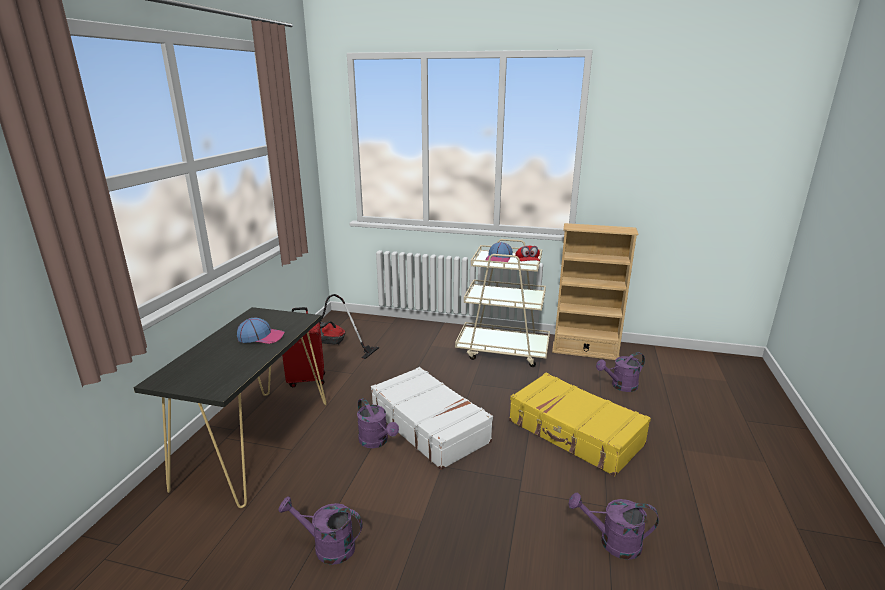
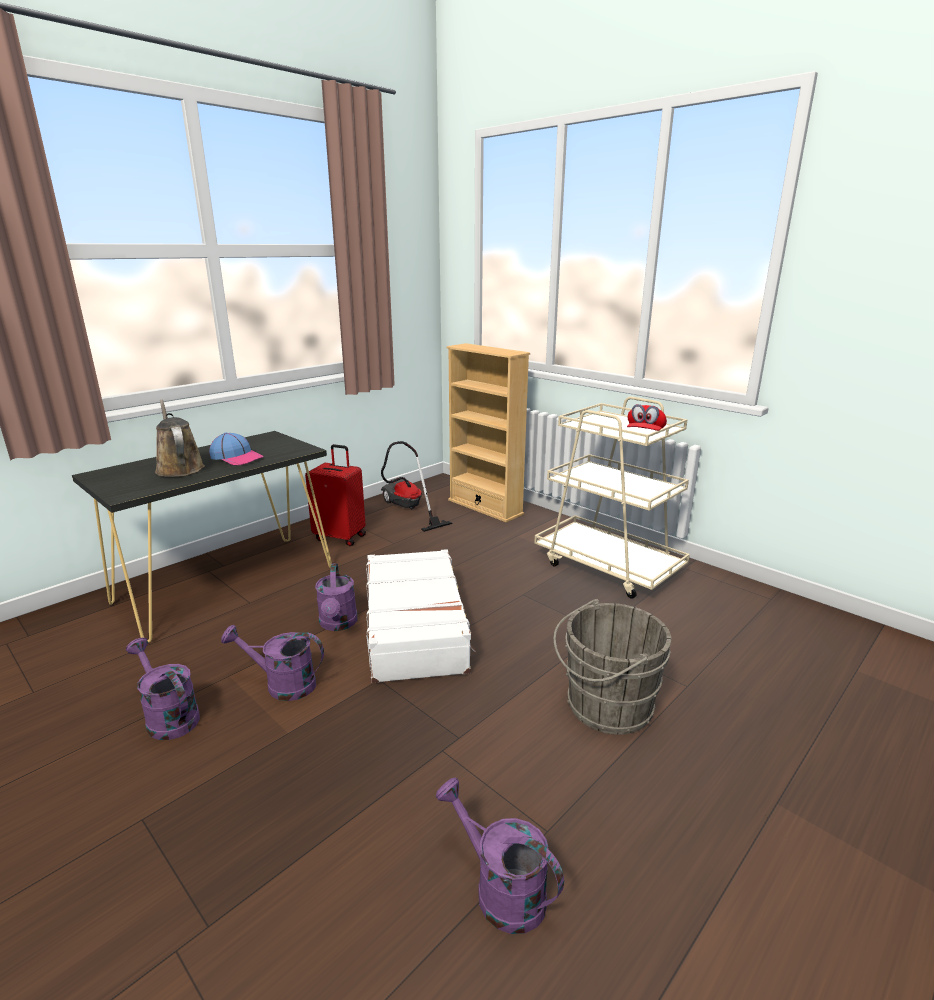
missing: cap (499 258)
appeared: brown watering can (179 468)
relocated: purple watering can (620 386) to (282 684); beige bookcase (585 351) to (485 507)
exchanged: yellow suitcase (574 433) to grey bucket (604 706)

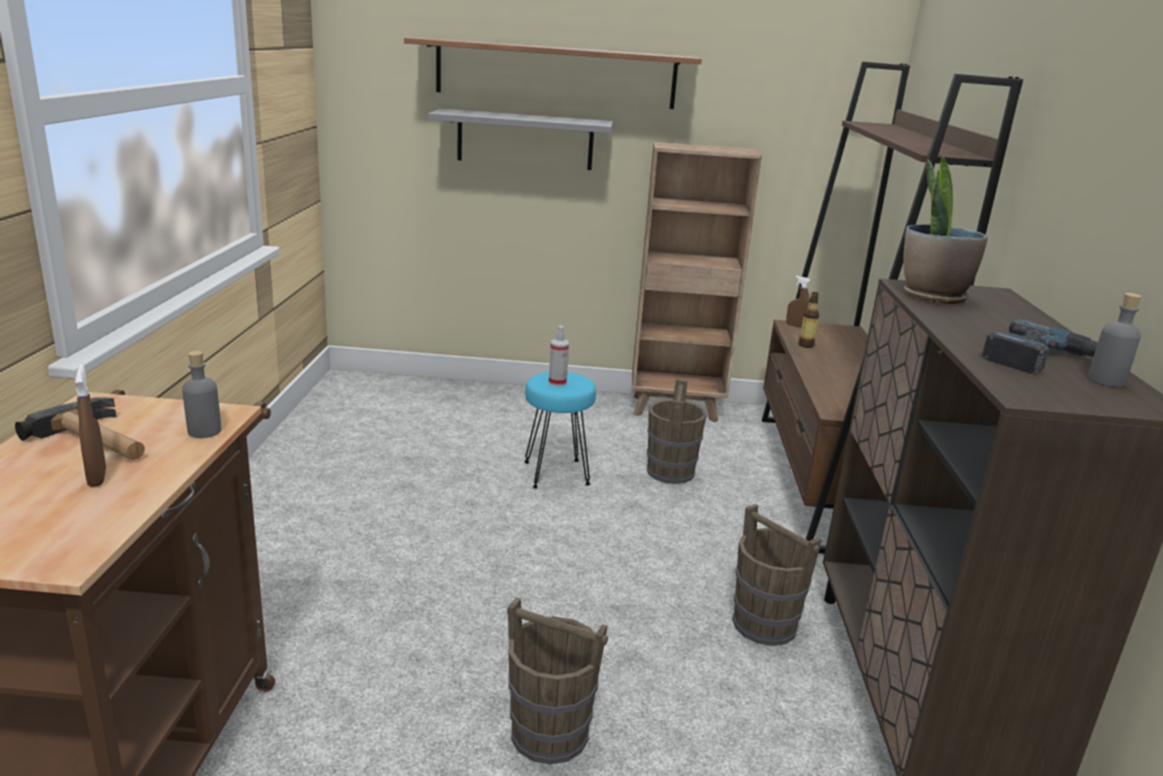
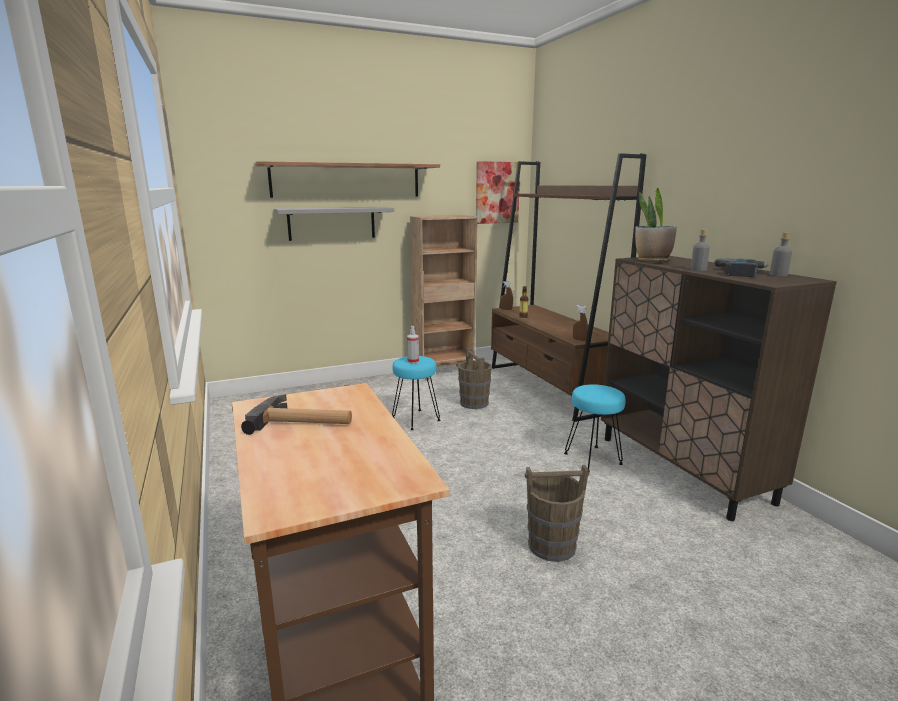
appeared: picture (497 193)
relocated: brown spray bottle (97 477) to (579 340); grey bottle (204 431) to (698 269)
exchanged: brown bucket (765 625) to turquoise stool (592 459)

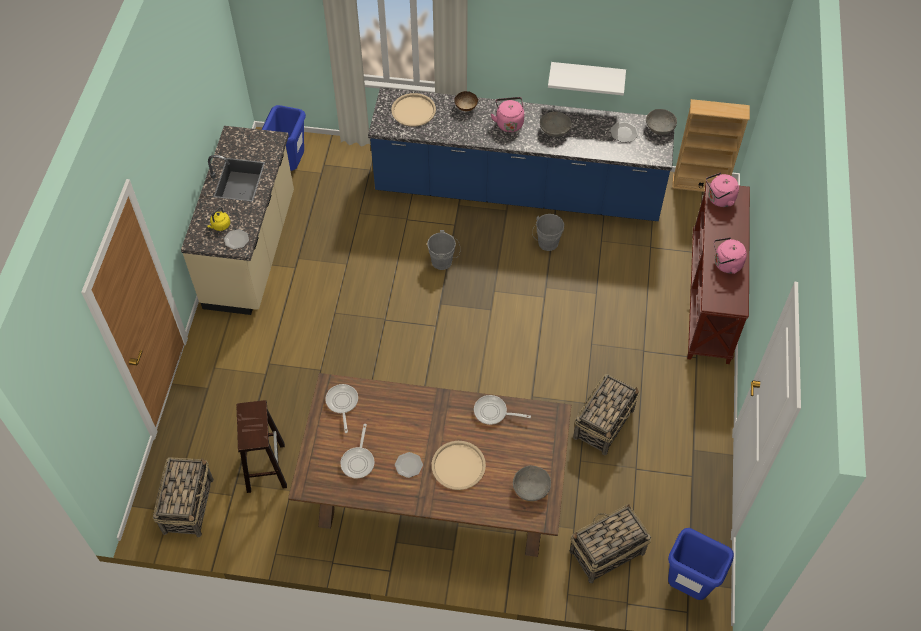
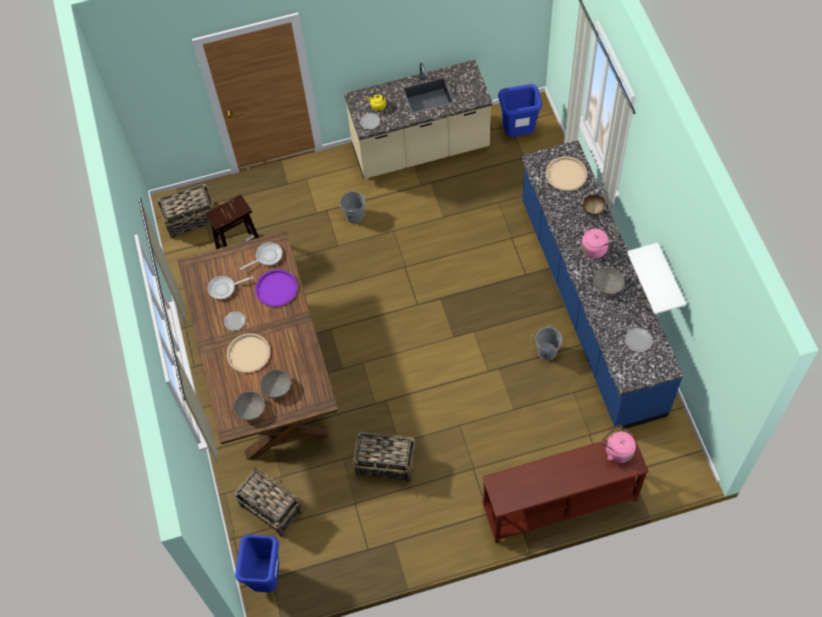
missing: frying pan (493 412); beige bookcase (699 184); pink kettle (726 264)
appeared: purple tray (276 288)
relocated: grey bowl (660 128) to (277 388); grey bucket (444 262) to (355 217)

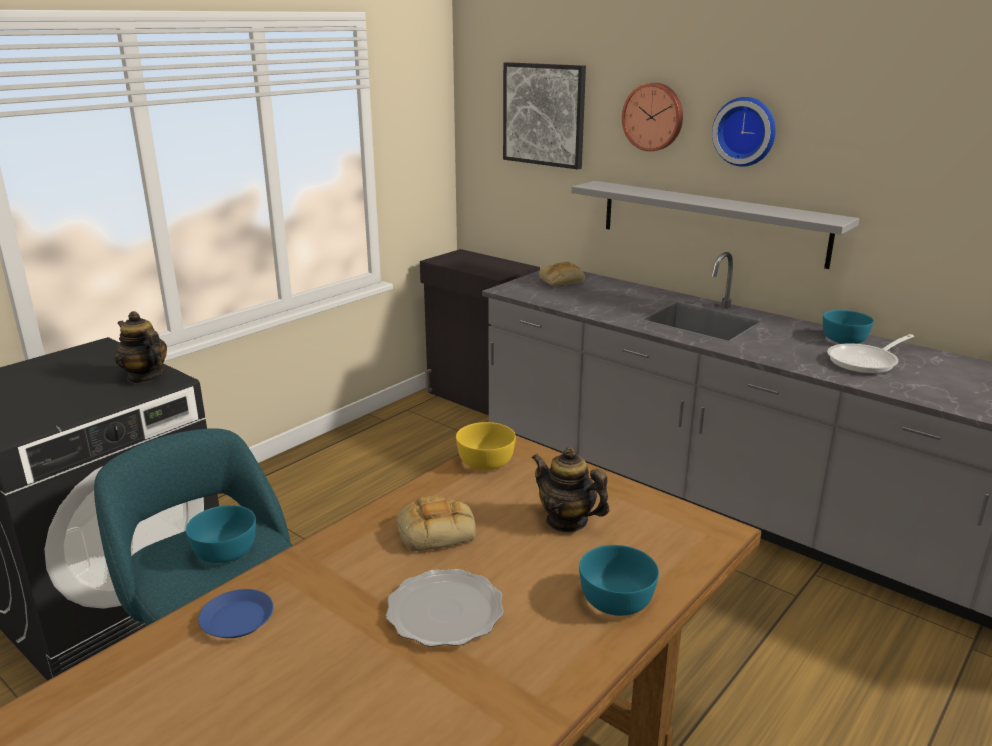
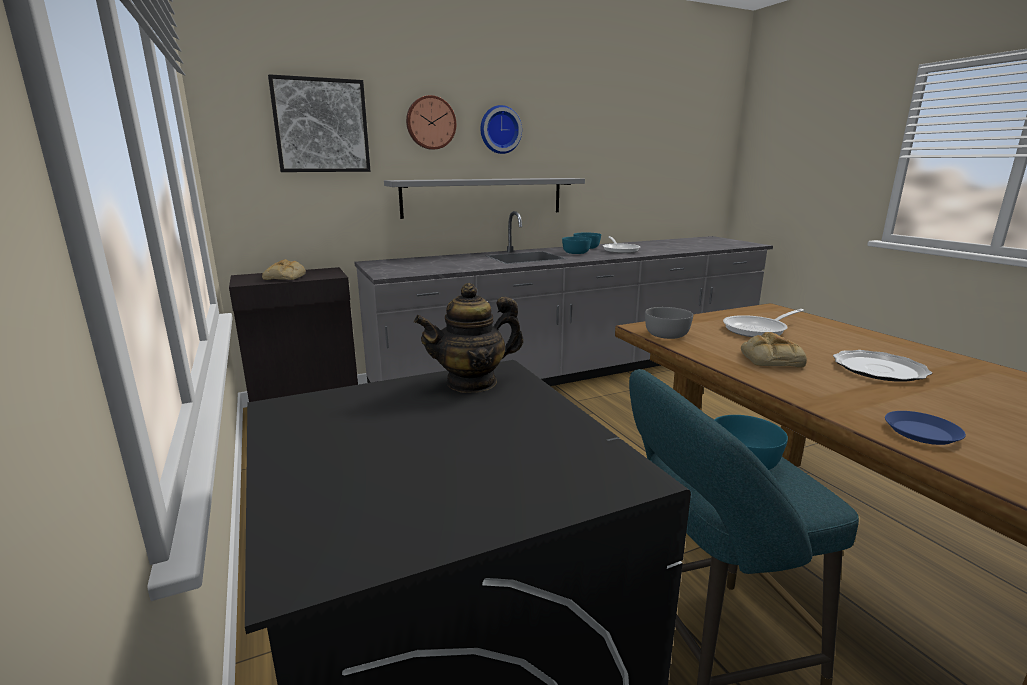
relocated: bread (561 280) to (285 277); turquoise bowl (617 598) to (576 252)
exchanged: teapot (567 521) to frying pan (758 330)
colour: yellow bowl (485 461) to grey bowl (666 335)

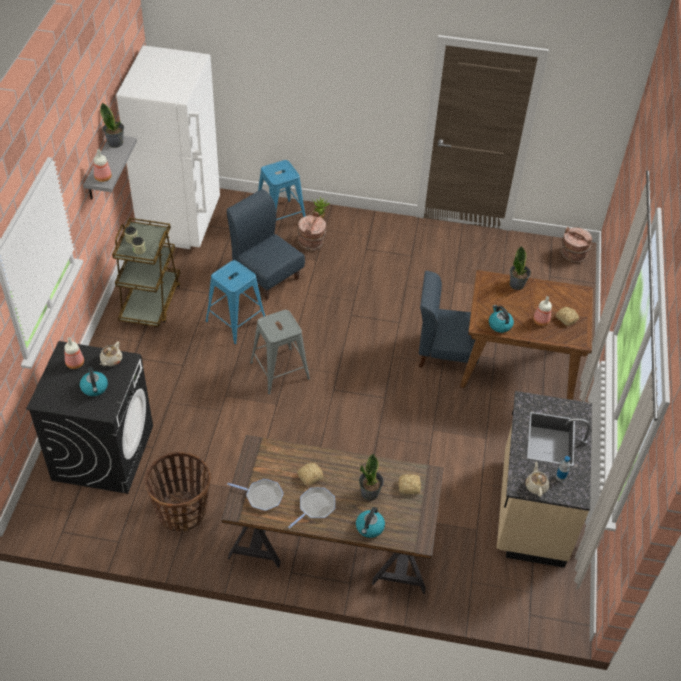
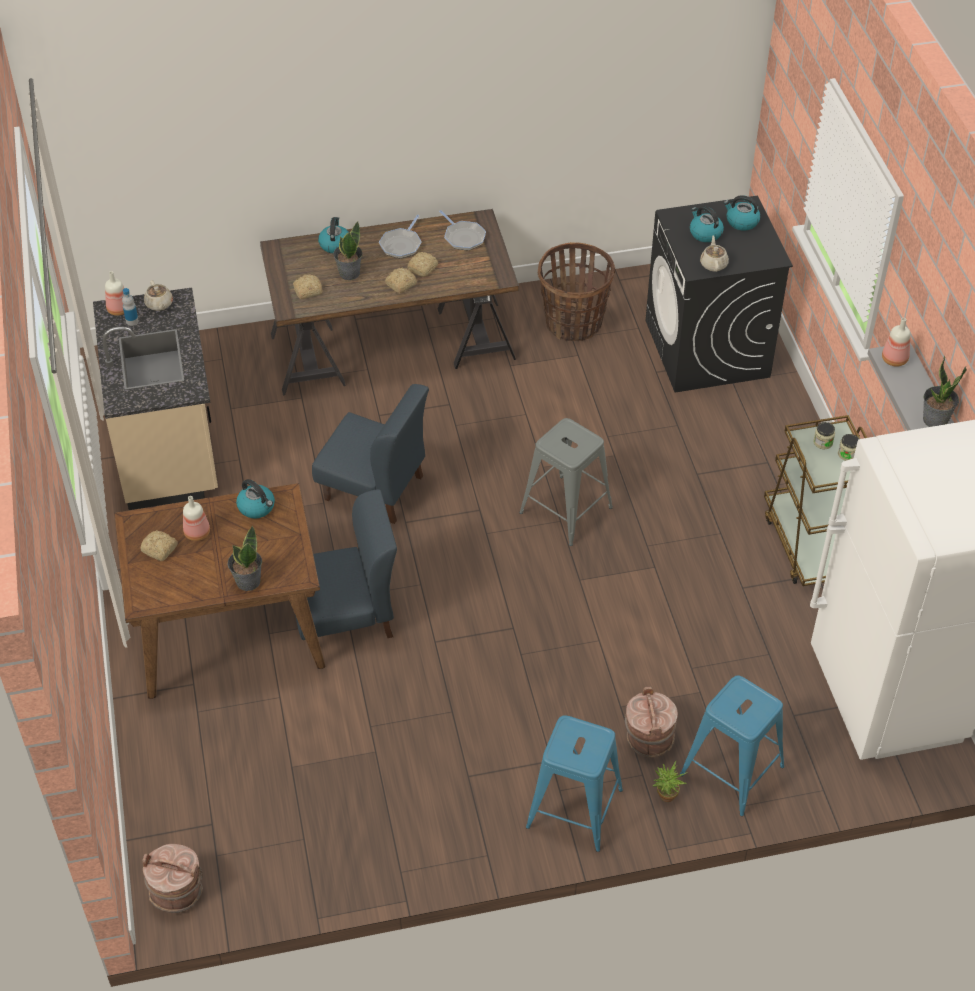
appeared: bread (400 285); kettle (741 222)
relocated: bottle (74 363) to (119 309); blue chair (266 275) to (374 488); blue stool (236 321) to (574 808)
spun: frying pan (262 496) = (463 237) 120 degrees counterclockwise

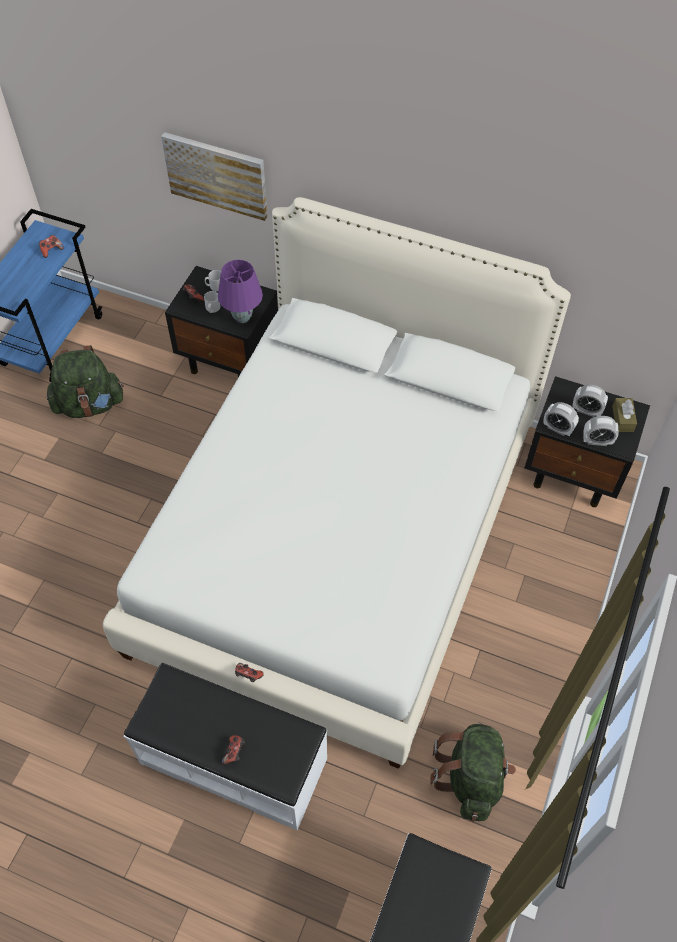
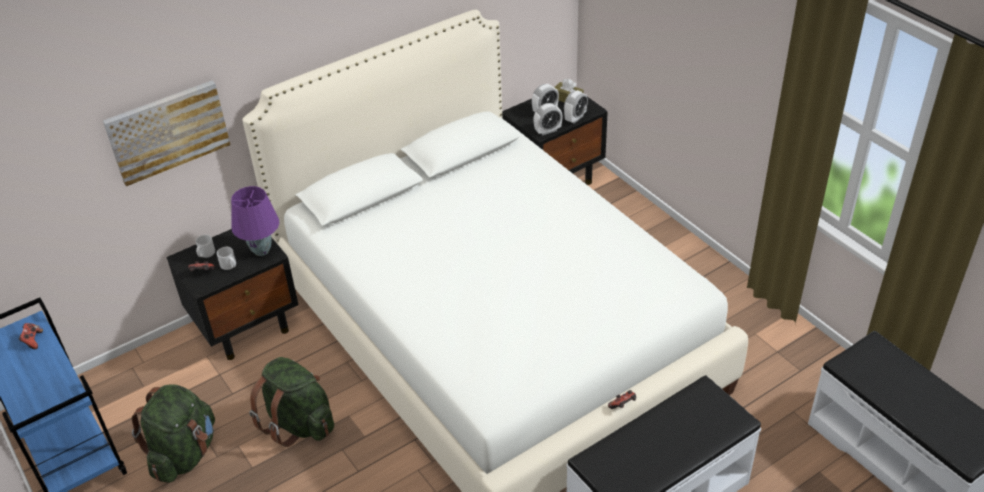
missing: game controller (234 752)
relocated: green backpack (471 778) to (298 423)

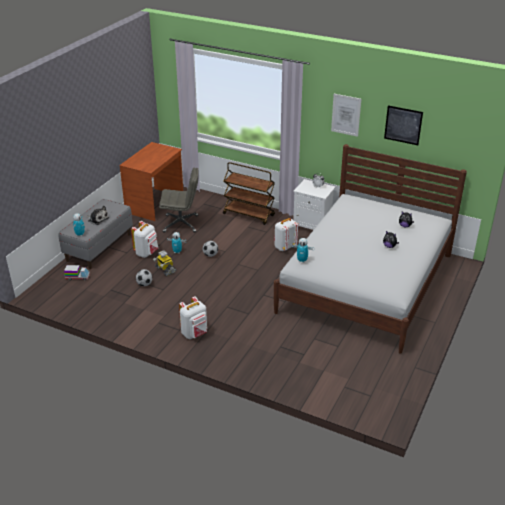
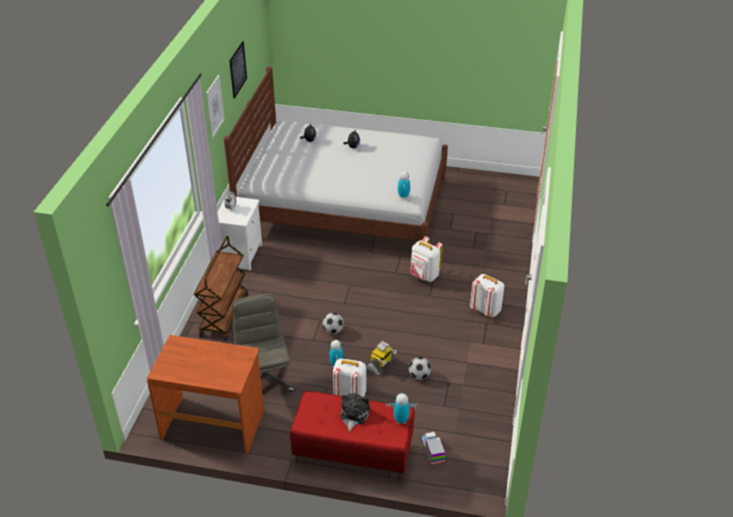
relocated: white backpack (284 247) to (424 276)
colour: grey bench (99 247) to red bench (353 453)

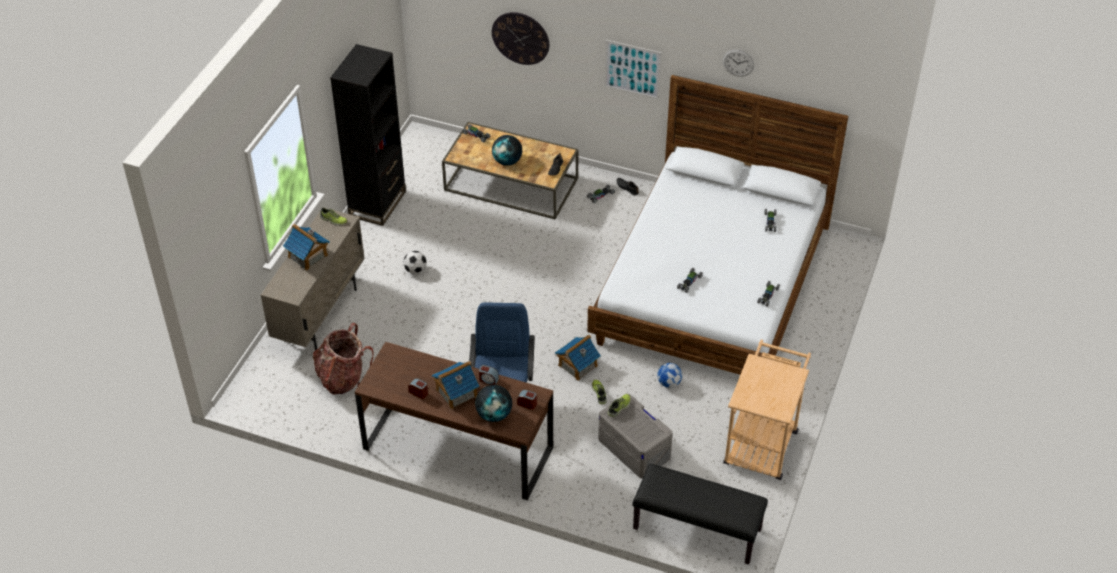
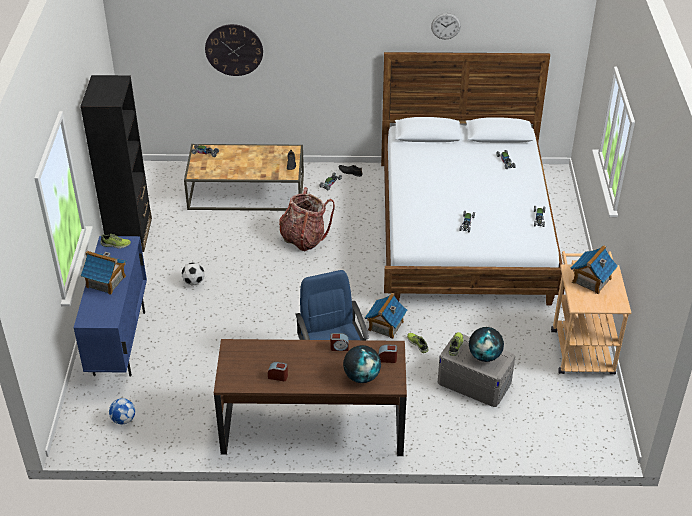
missing: picture (632 69); black bench (696 529)
relocated: football (669 383) to (123 419); backpack (343 378) to (304 238); globe (507 161) to (485 356); toy house (456 393) to (591 280)
colour: beige cabinet (320 314) to blue cabinet (120 343)

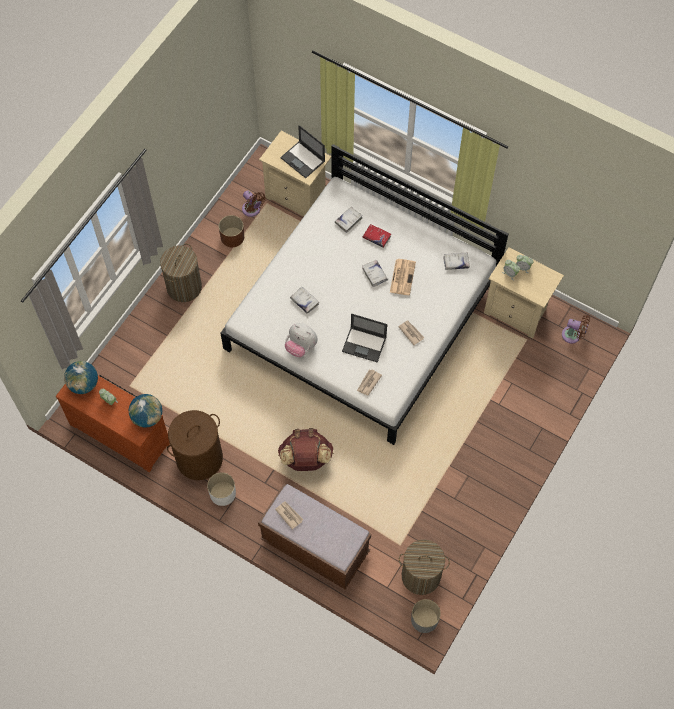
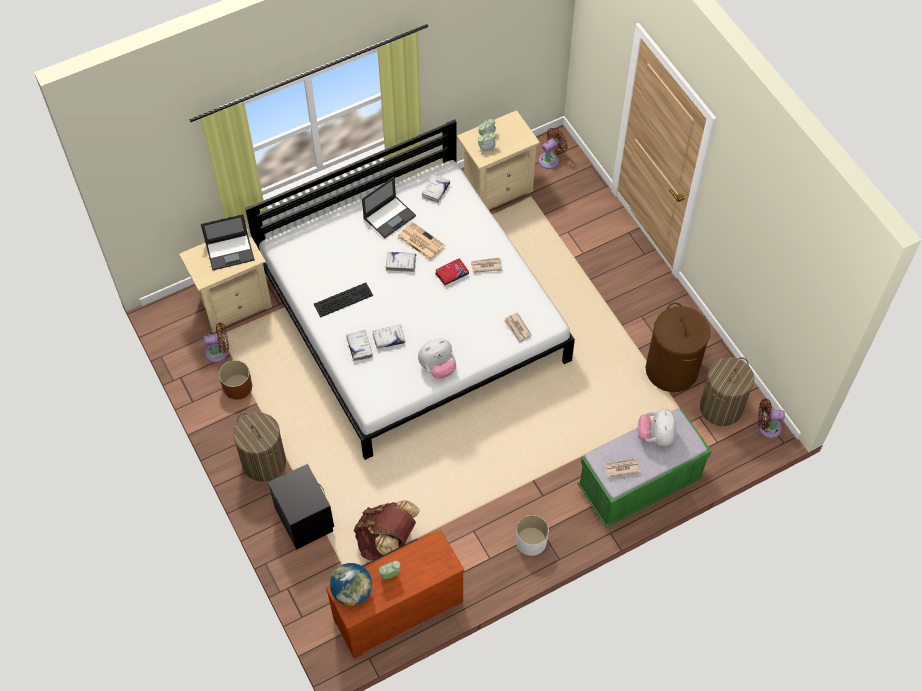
missing: globe (147 417)
appeared: black nightstand (305 518); keyboard (343 298); plush toy (655 436)
relocated: white book (348 221) to (359 347); brown backpack (306 459) to (387 541); laptop (364 344) to (390 216); red book (376 237) to (451 274); brown laundry basket (199 459) to (672 370)
exchanged: grey planter (424 620) to brown fan (767 427)
colour: brown bench (315 546) to green bench (639 484)

